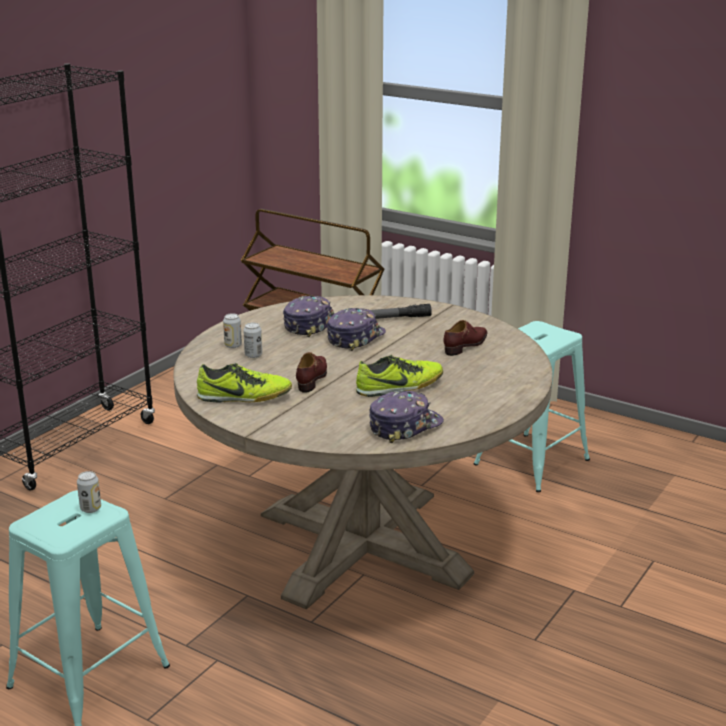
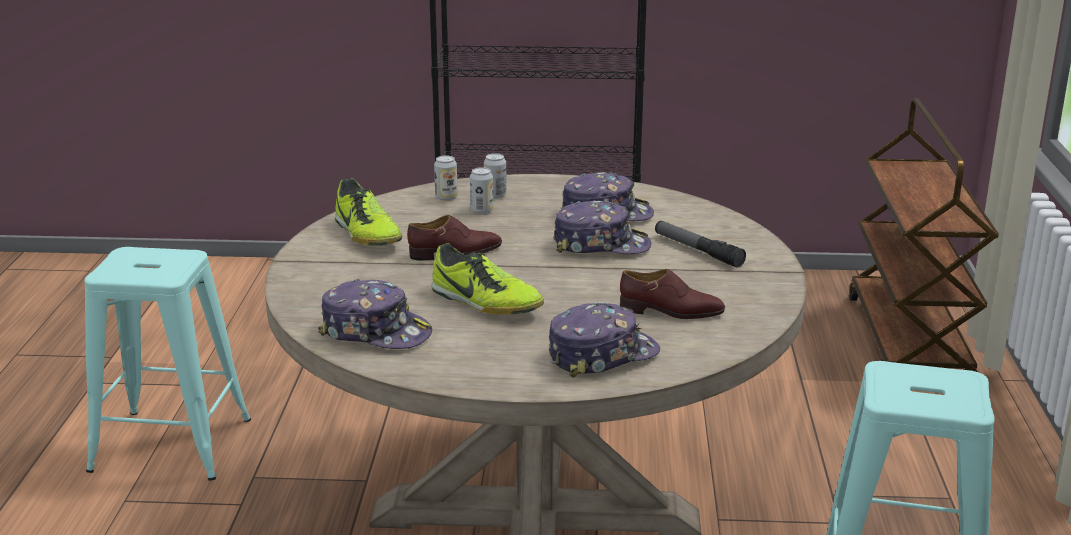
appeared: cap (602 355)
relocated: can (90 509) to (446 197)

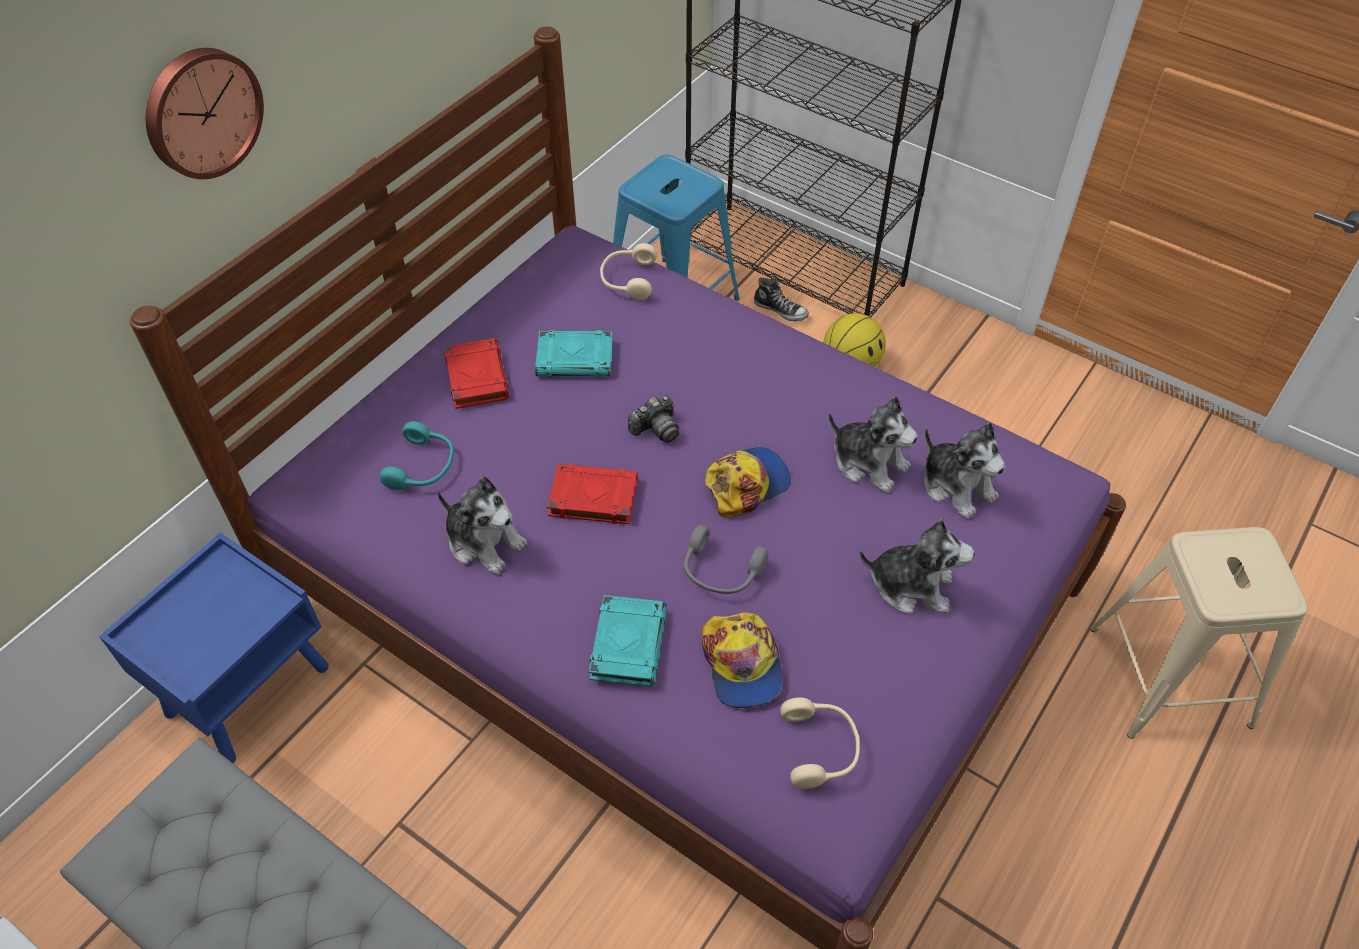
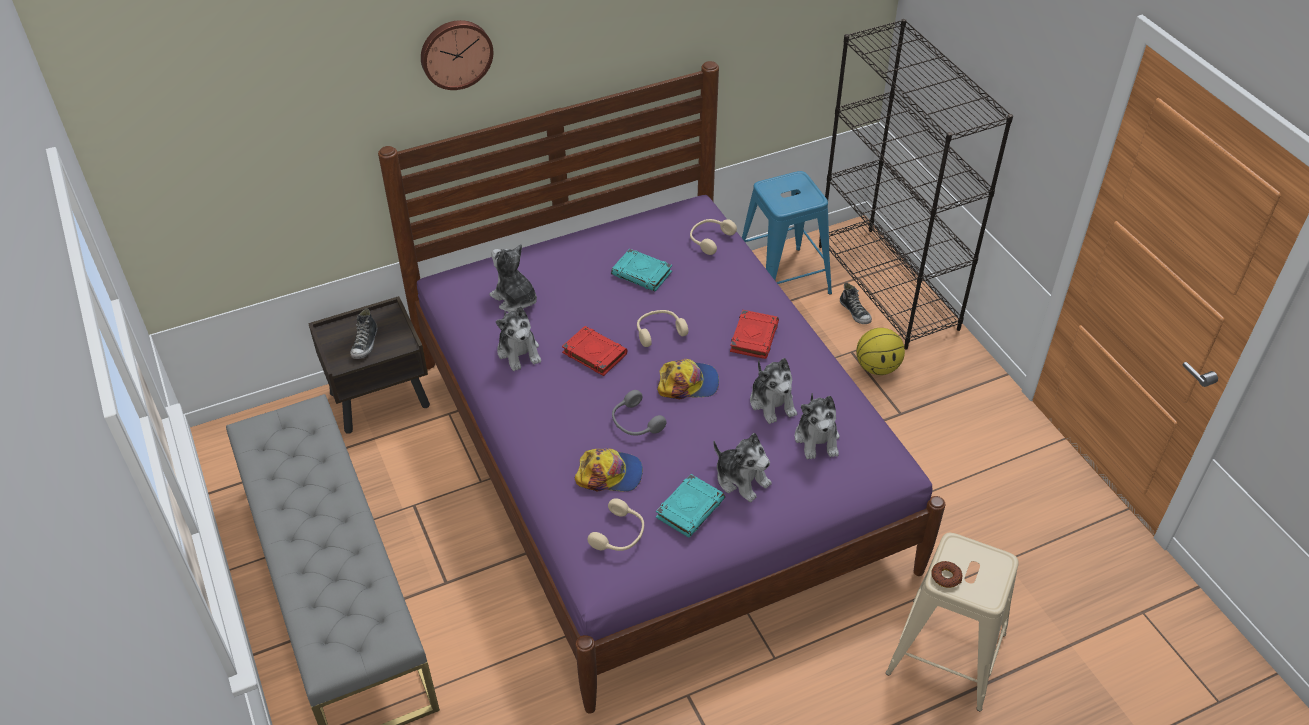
appeared: shoe (365 344); donut (946 577)
relocated: turquoise book (628 643) to (690 508); red book (476 377) to (754 337)
exchanged: turquoise headphones (423 467) to plush toy (514 299); photo camera (656 429) to beige headphones (659 331)
colour: blue nightstand (249 689) to brown nightstand (381 399)
spun: cap (741 664) = (609 474) 105 degrees counterclockwise

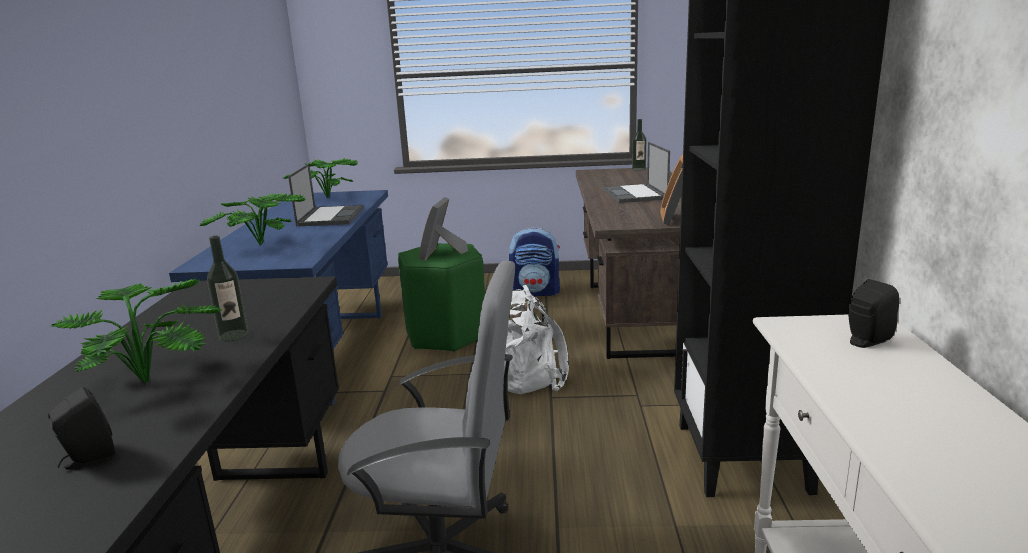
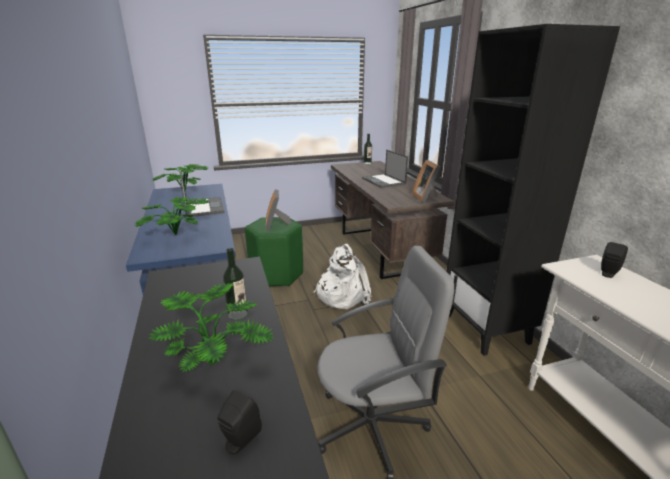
missing: backpack (536 292)

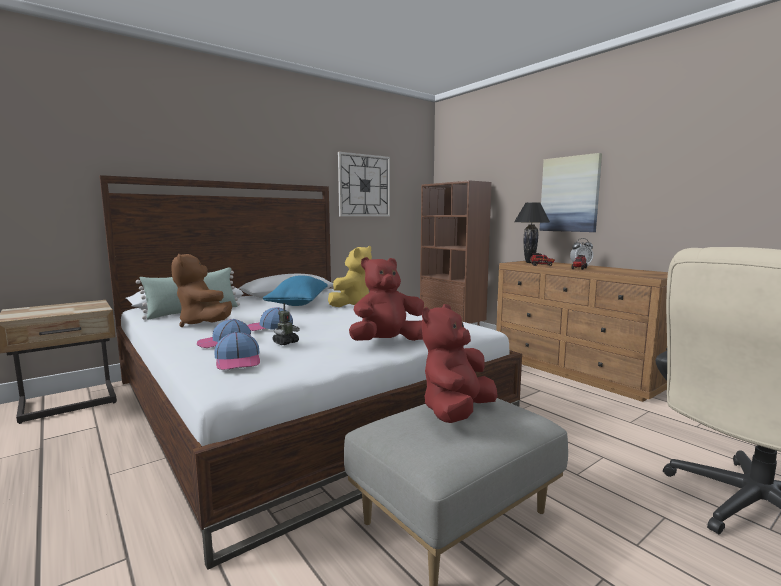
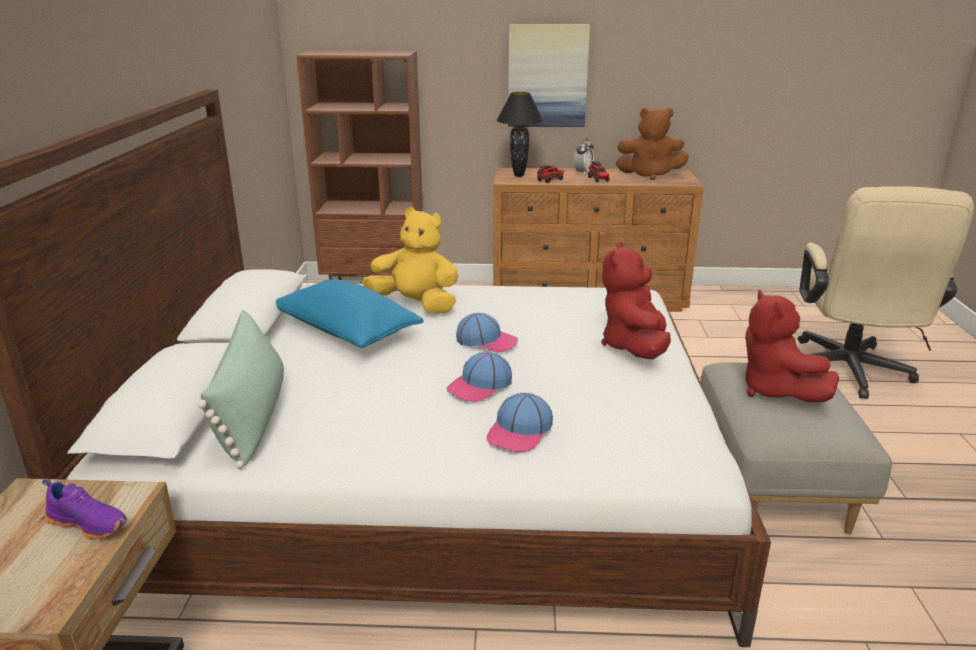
missing: toy robot (285 343); wall clock (364 185)
appeared: purple shoe (89 523)
relocated: cap (238 361) to (487 341); brown plush toy (204 324) to (649 175)
spun: yellow plush toy (352 304) = (416 305) 45 degrees counterclockwise

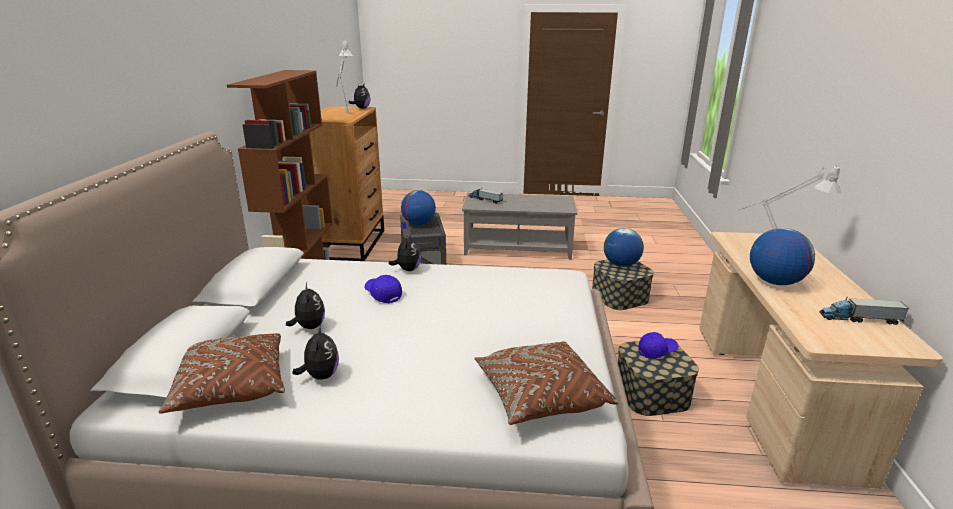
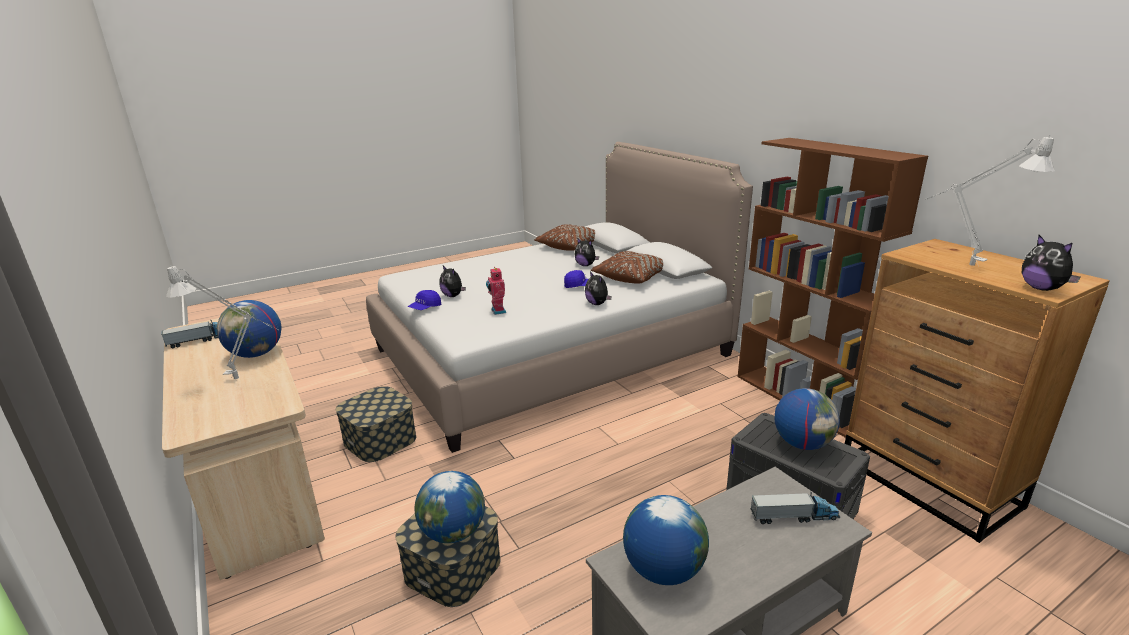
appeared: toy robot (497 311); globe (663 570)
relocated: blue cap (657 351) to (425 308); plush toy (320 375) to (453 296); brown pillow (540 396) to (631 277)

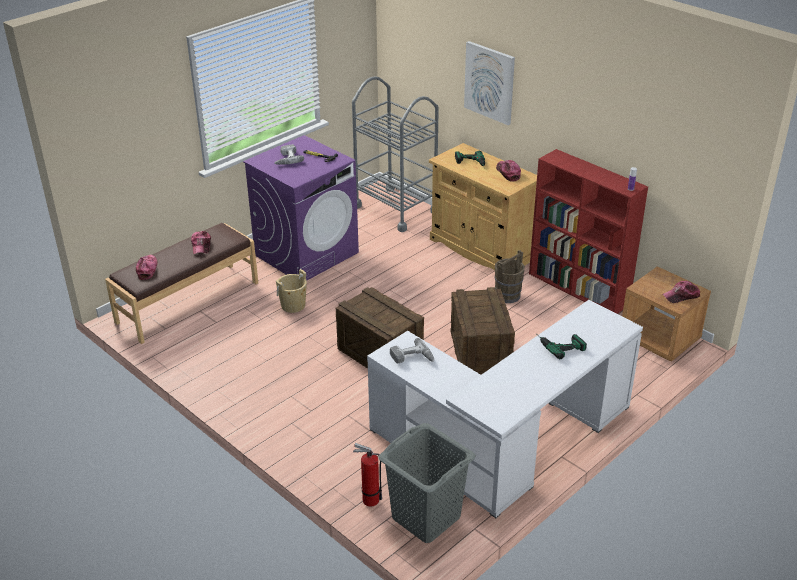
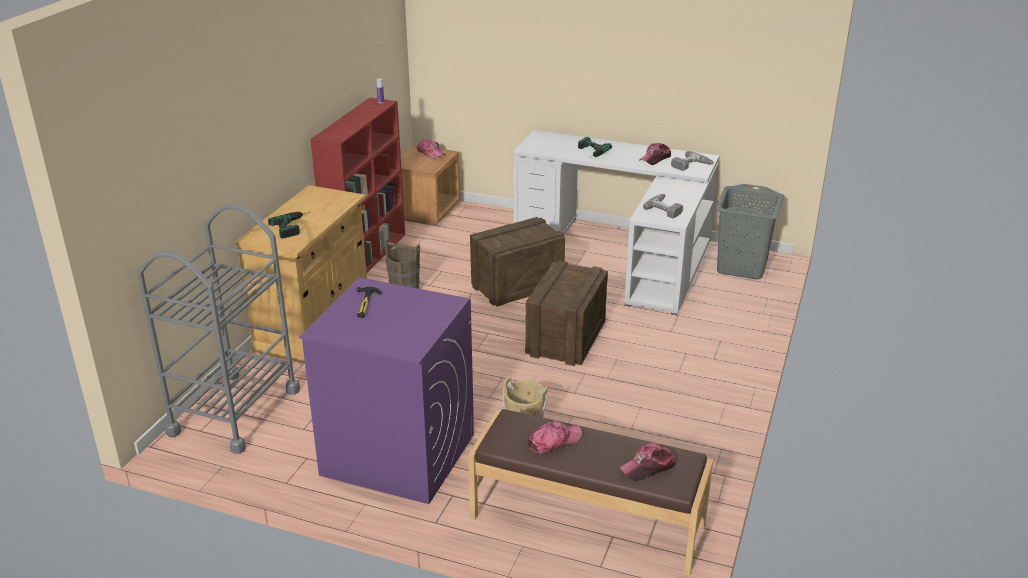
missing: fire extinguisher (368 499); picture (489 82)
relocated: cap (508 173) to (655 158); power drill (286 159) to (692 166)

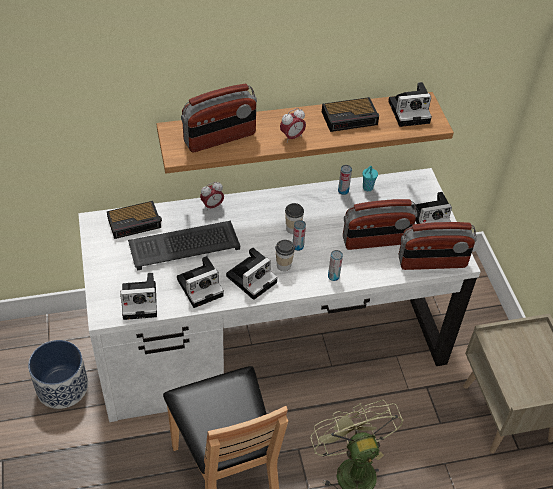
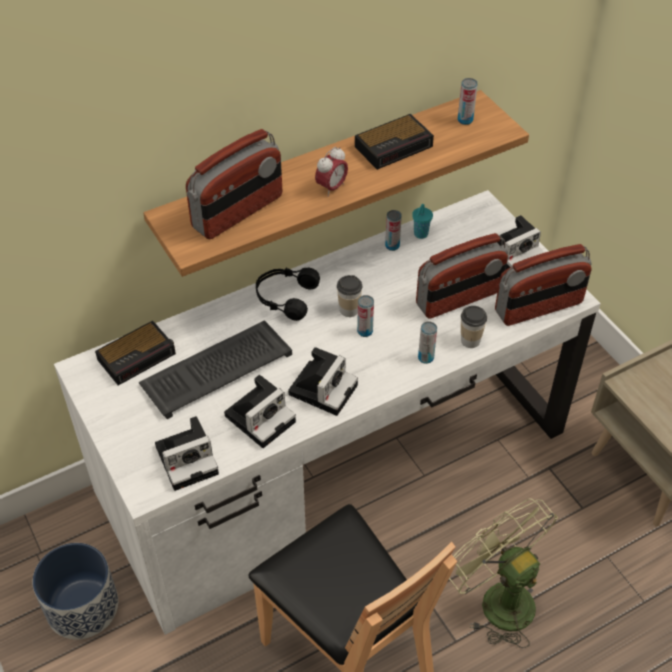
missing: alarm clock (212 206)
appeared: black headphones (285 297)
relocated: cup (283 265) to (470 340)
exchanged: photo camera (410 111) to can (465 120)

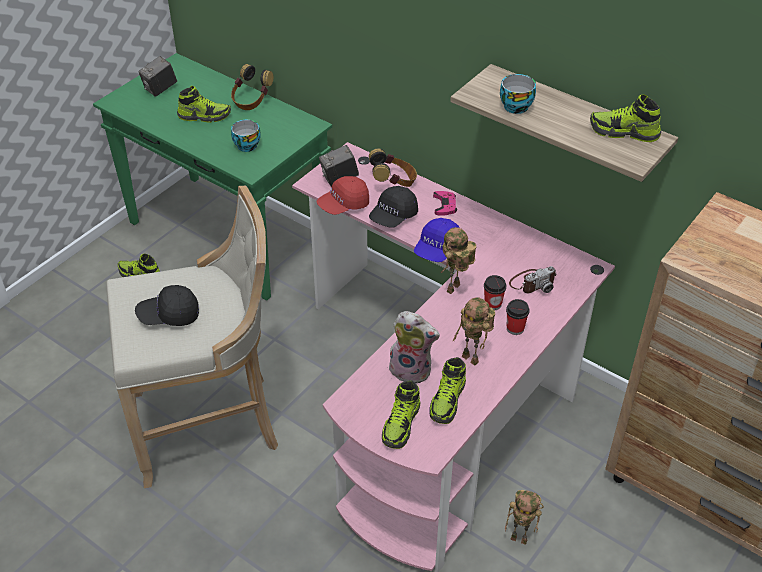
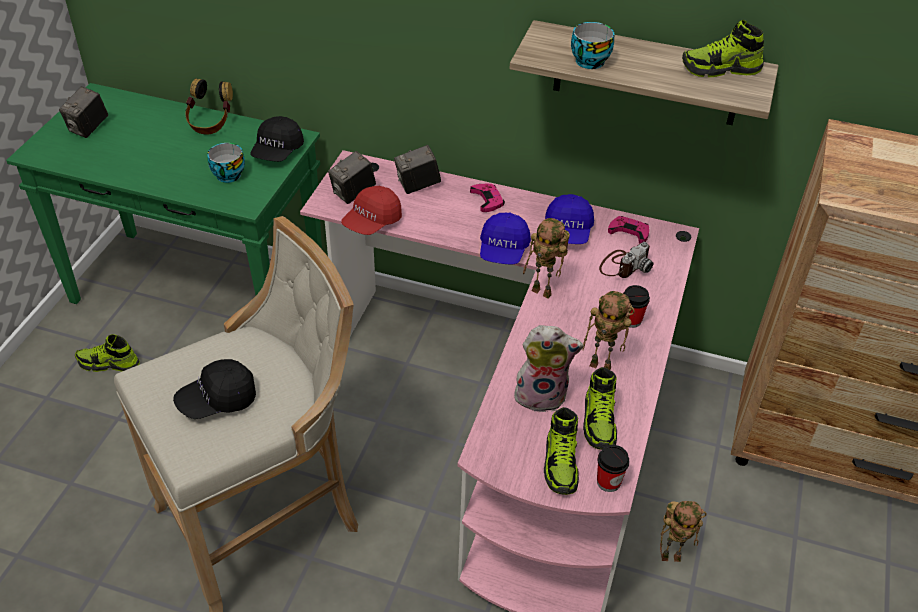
missing: shoe (204 116)
appeared: blue cap (568 231); pink game controller (629 232)
relocated: black cap (393 216) to (277 151); cup (493 304) to (608 482)
exchanged: headphones (393 182) to photo camera (417 185)
spun: toy robot (454 290) = (544 292) 75 degrees counterclockwise

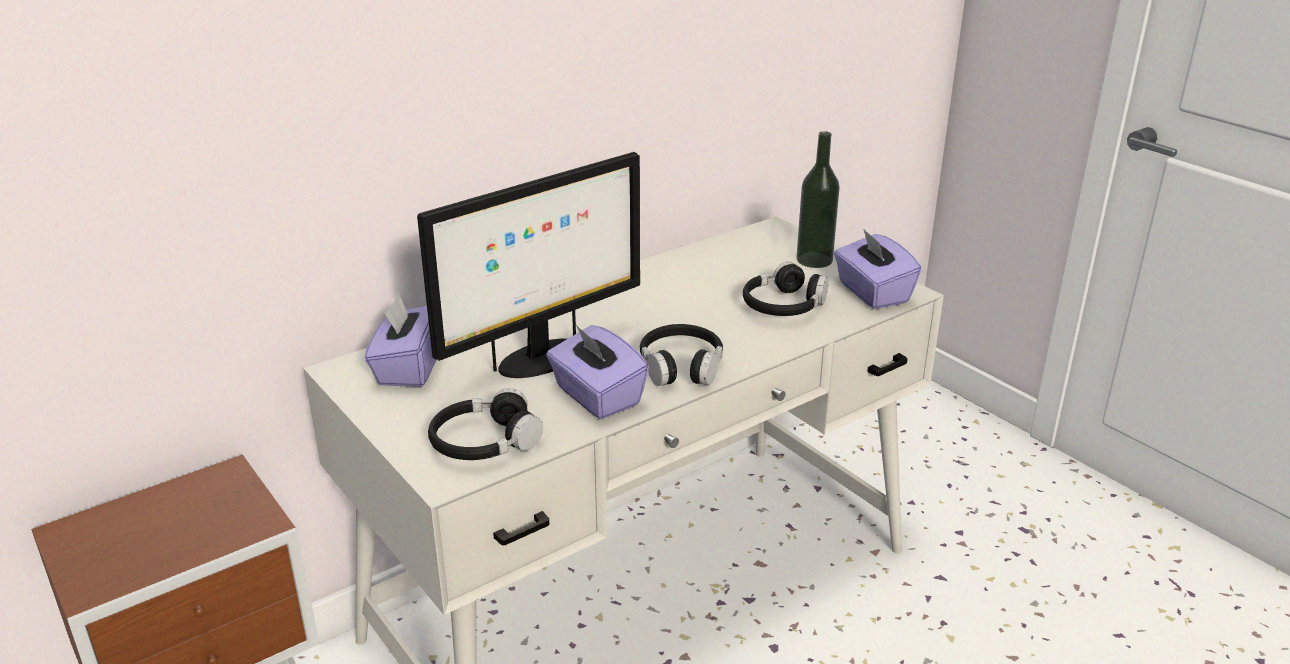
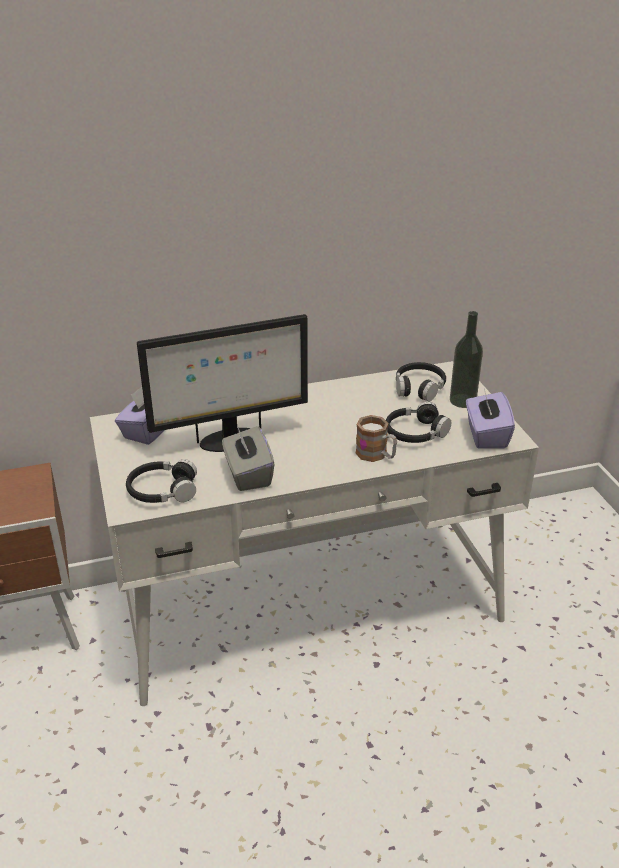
appeared: mug (376 455)
relocated: black headphones (681 366) to (419 388)
colour: purple tissue box (596 396) to grey tissue box (248 474)

